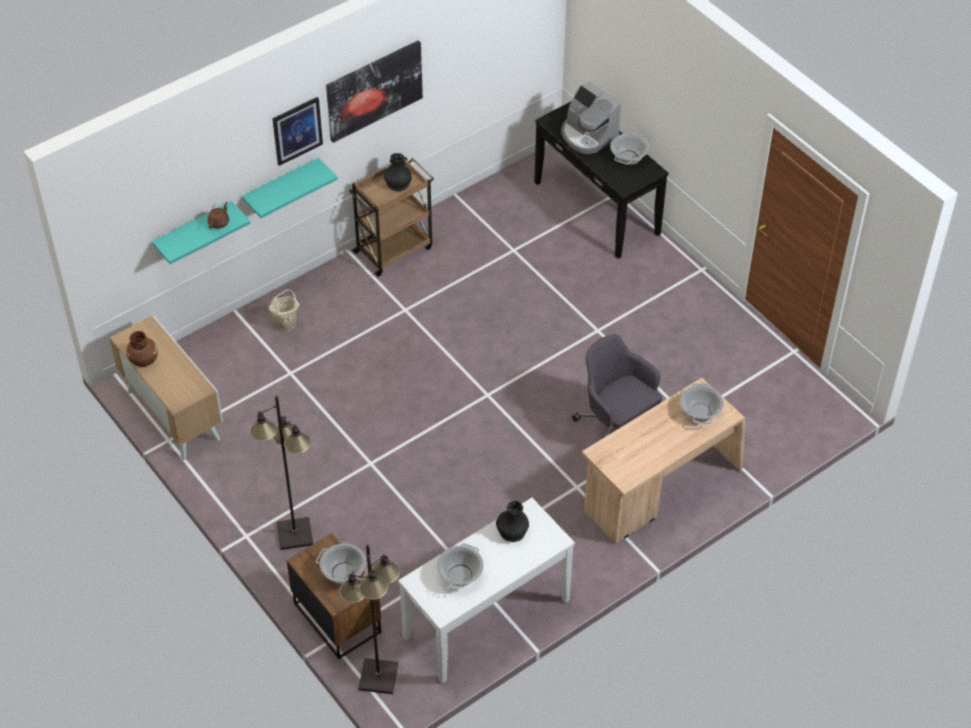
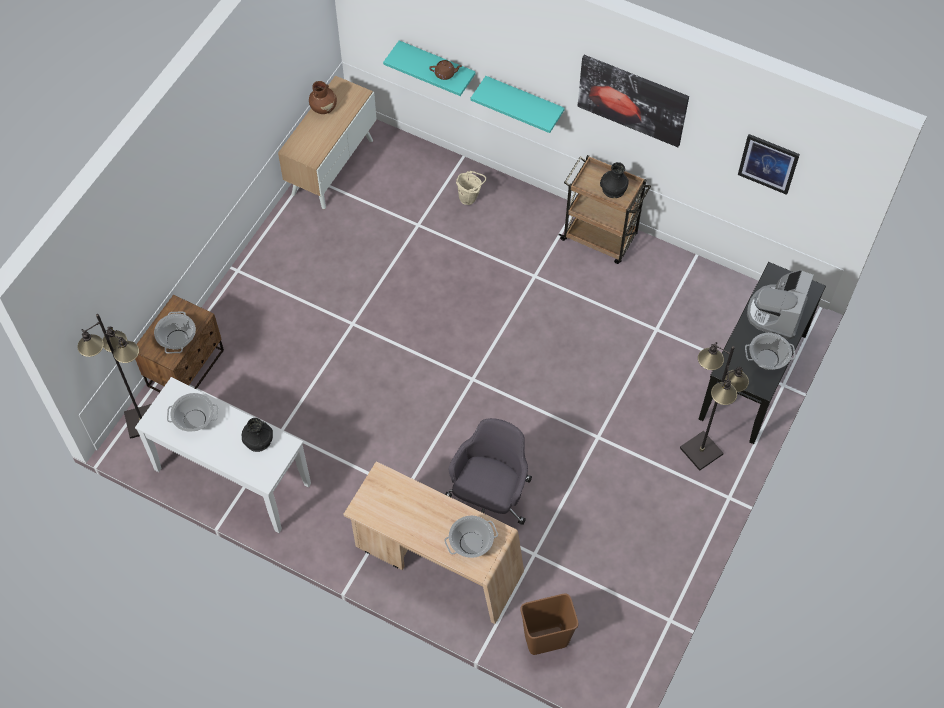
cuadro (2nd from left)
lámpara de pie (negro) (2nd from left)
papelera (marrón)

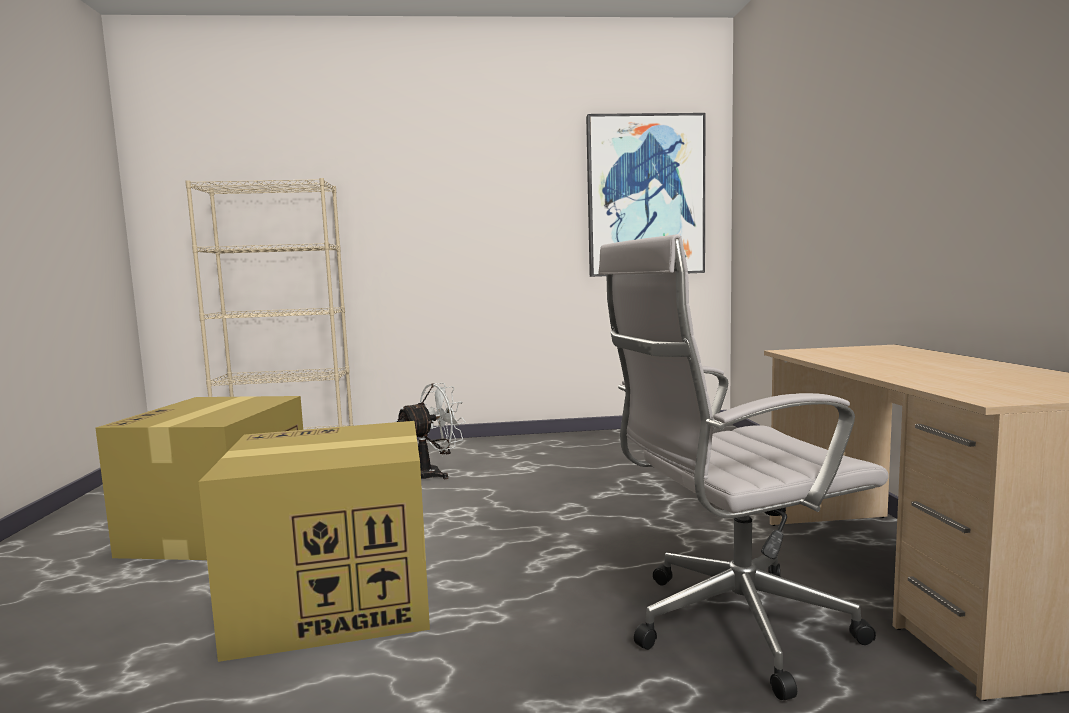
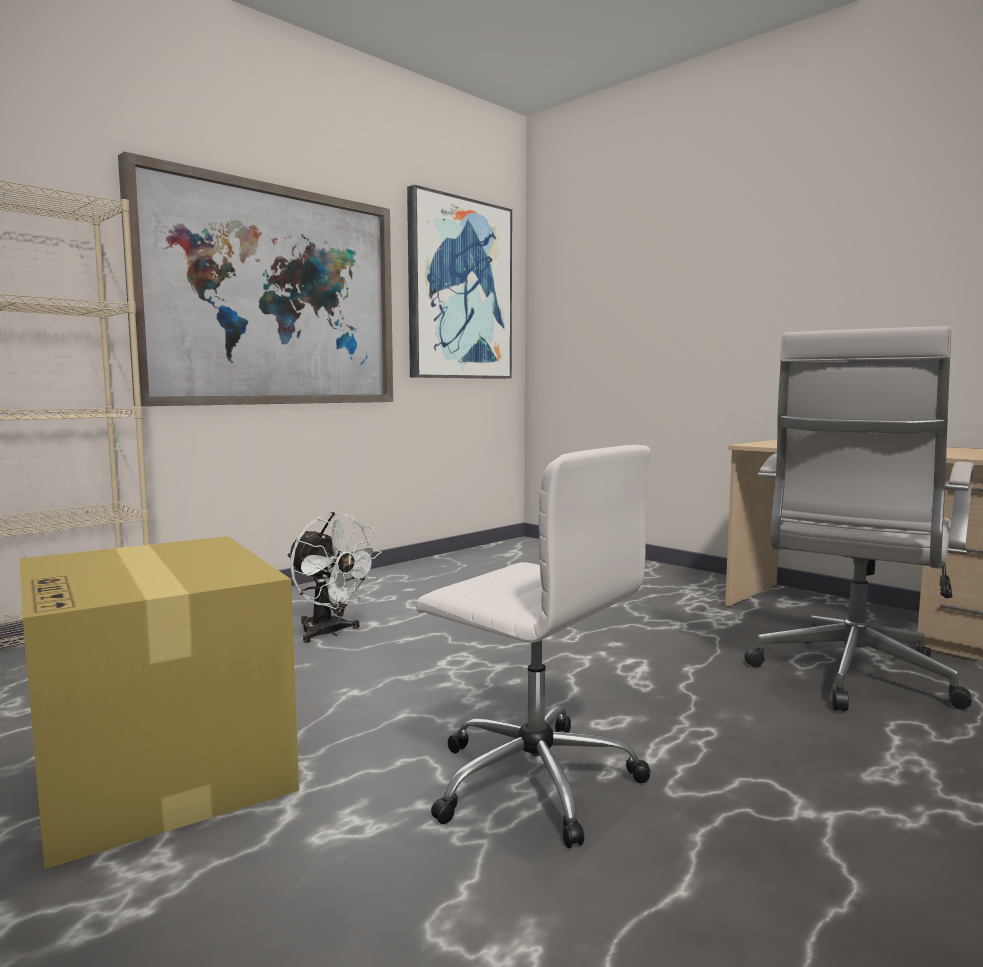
ventilador (blanco)
silla de oficina (blanco) (1st from left)
cuadro (1st from left)

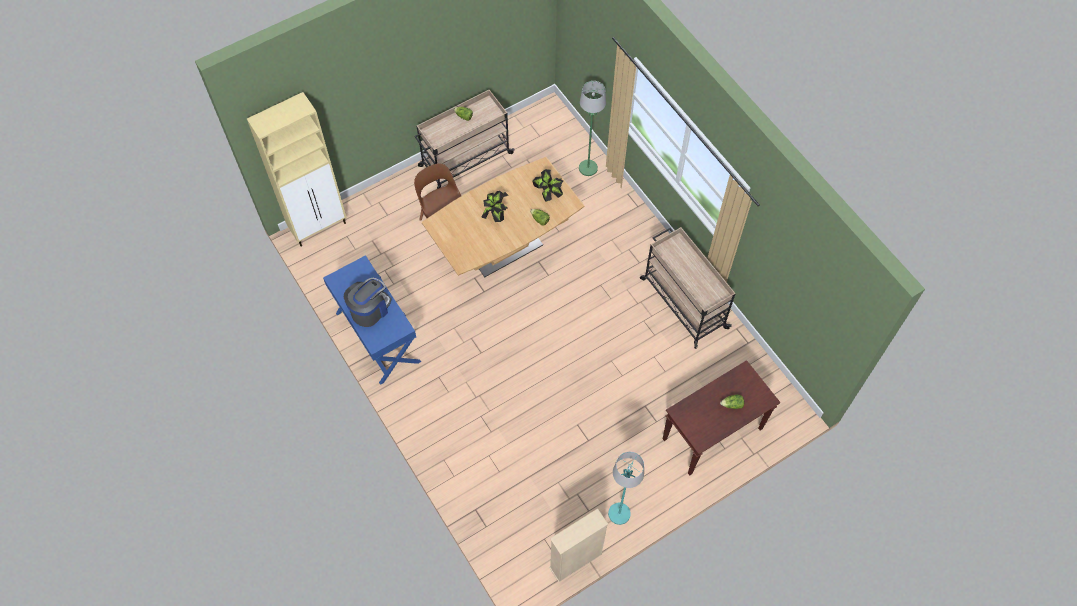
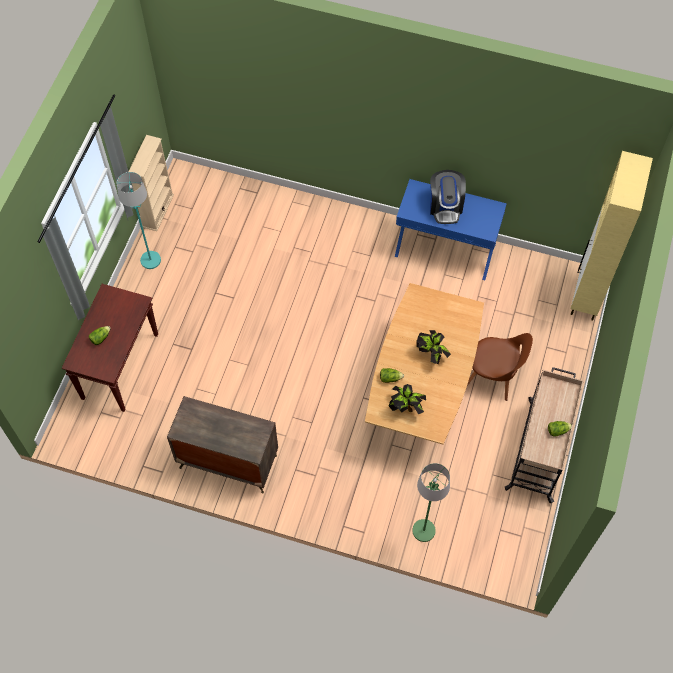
cómoda

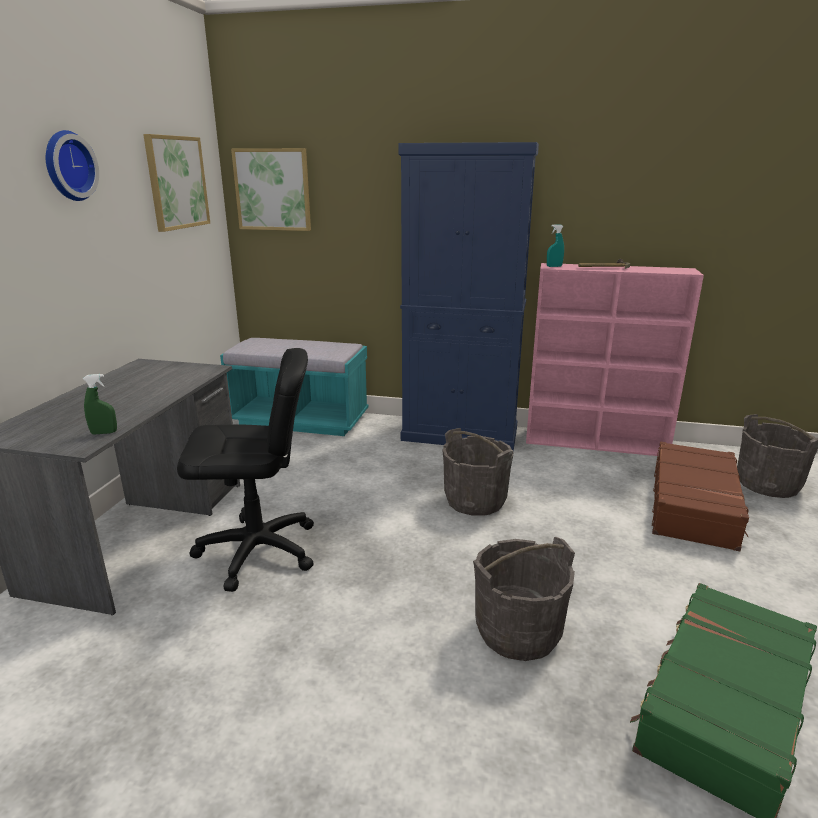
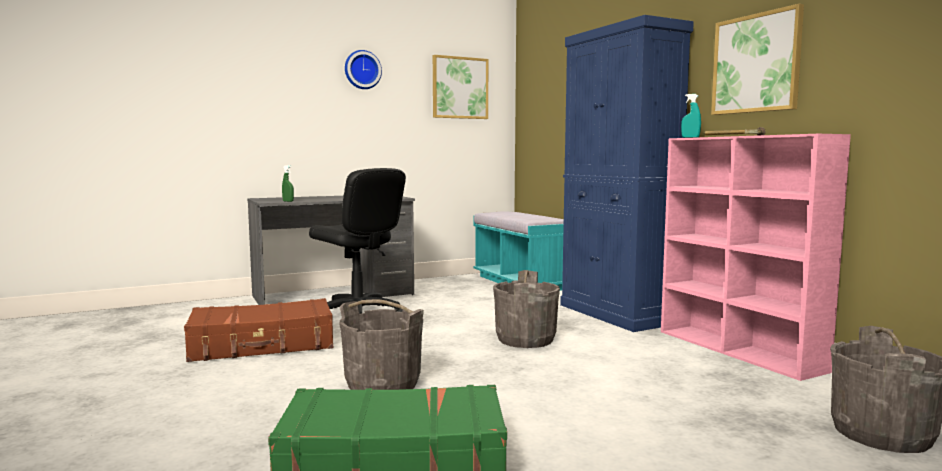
cuadro (2nd from left)
maleta (marrón)

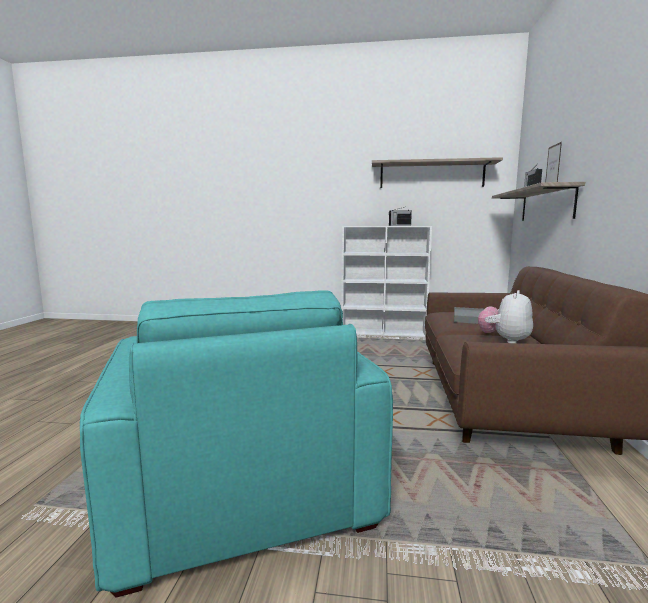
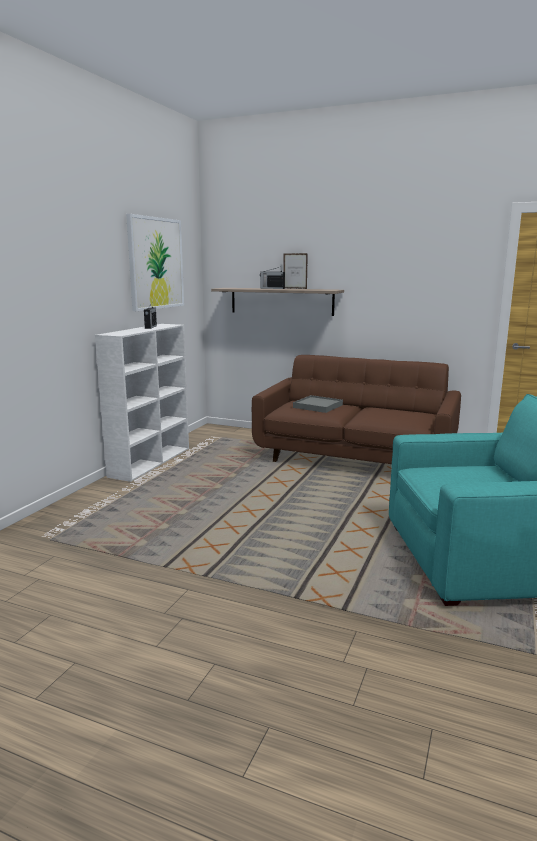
cuadro
peluche

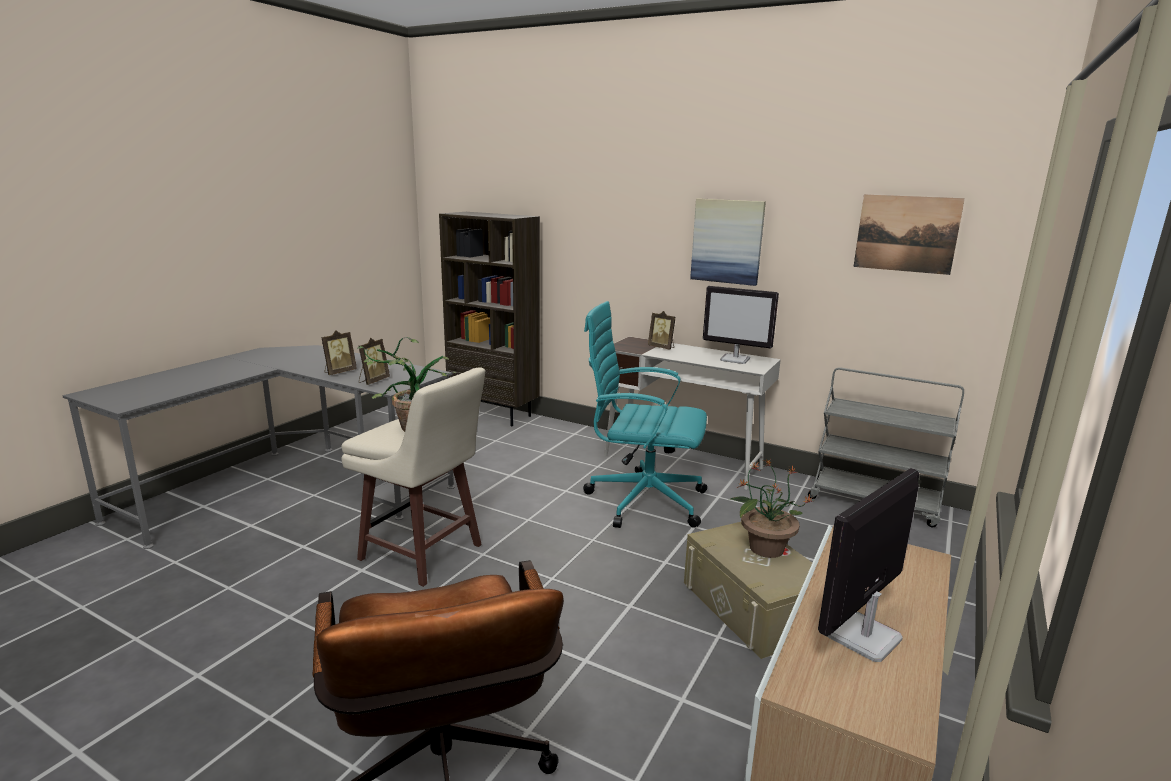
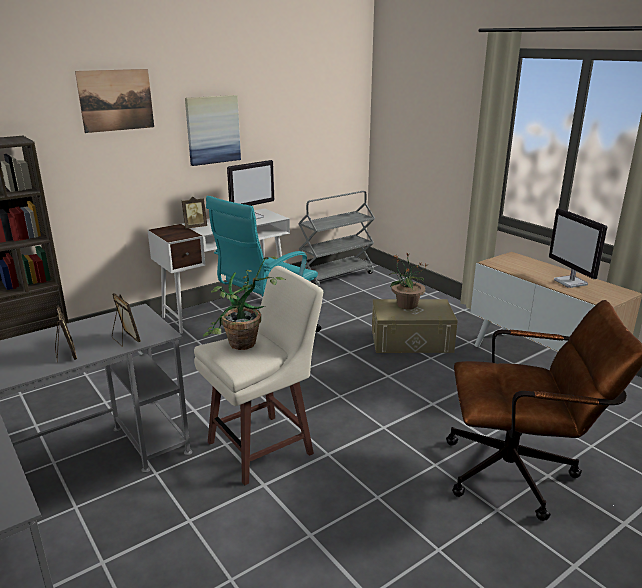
cuadro (1st from left)

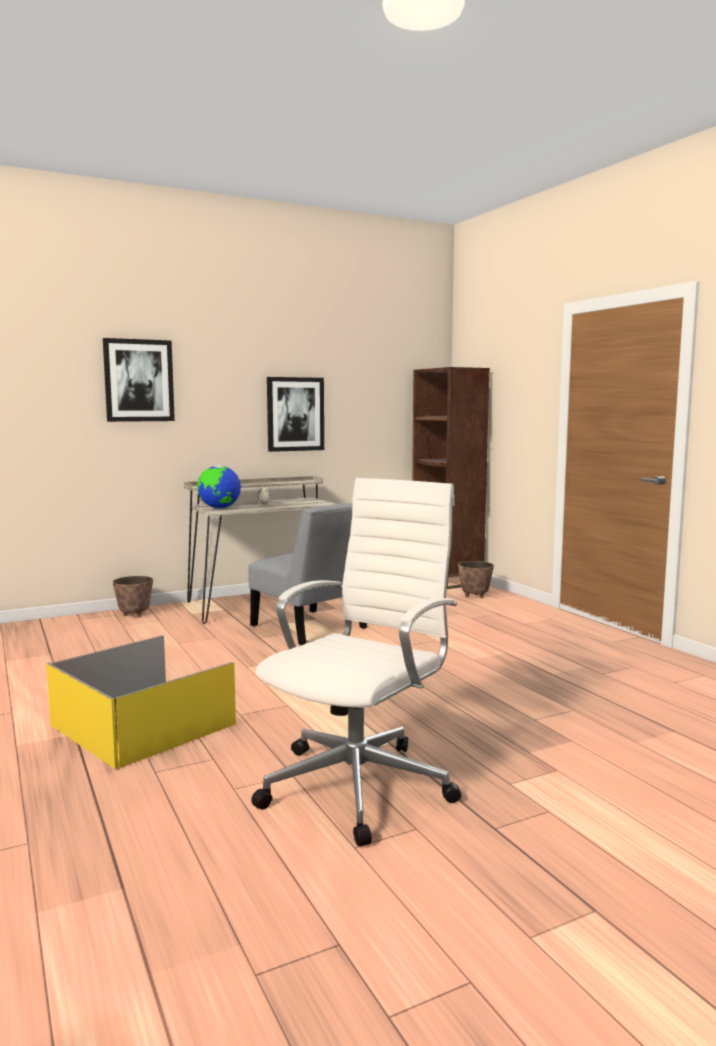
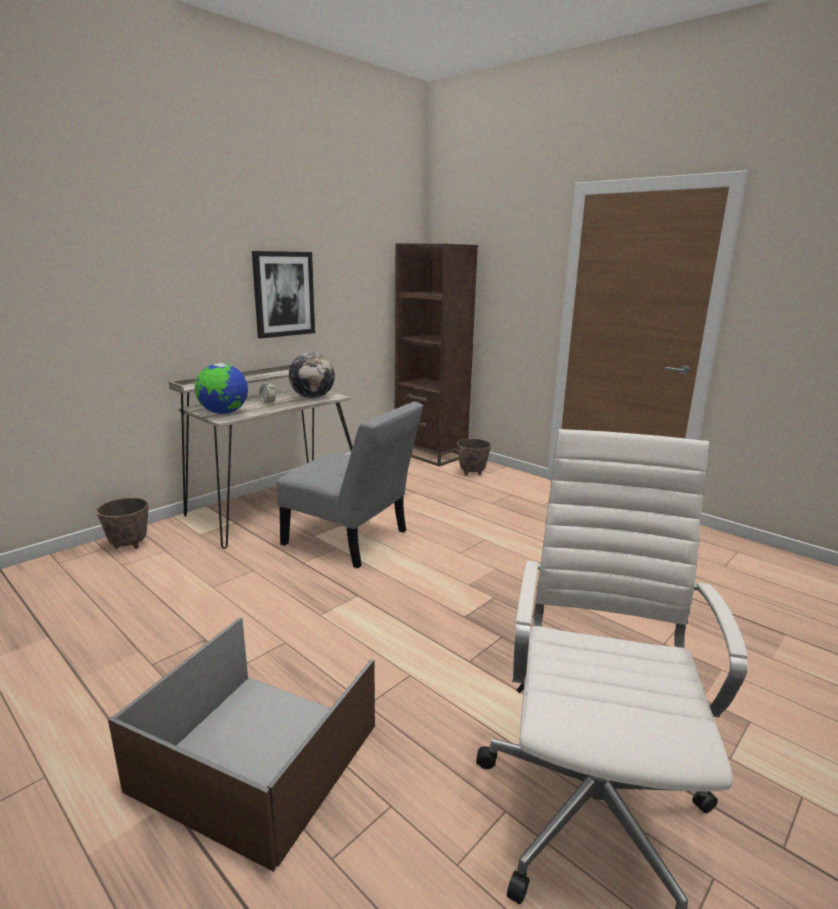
cuadro (1st from left in the first image)
caja de almacenaje (marrón)
globo terráqueo (2nd from left)

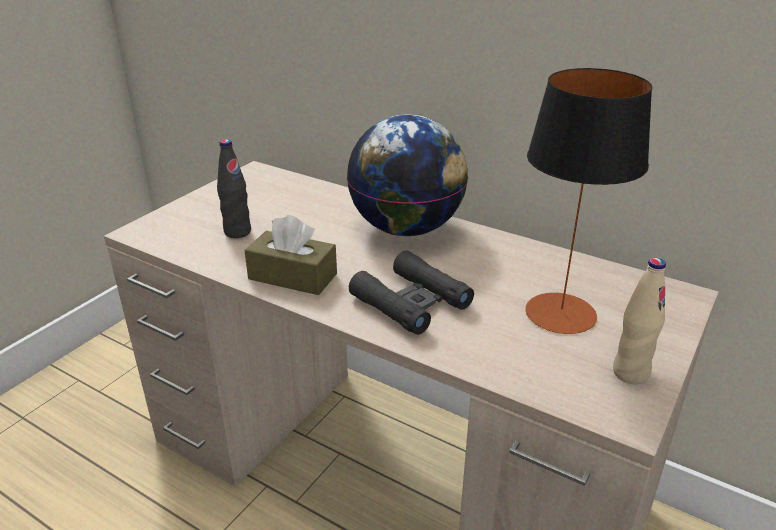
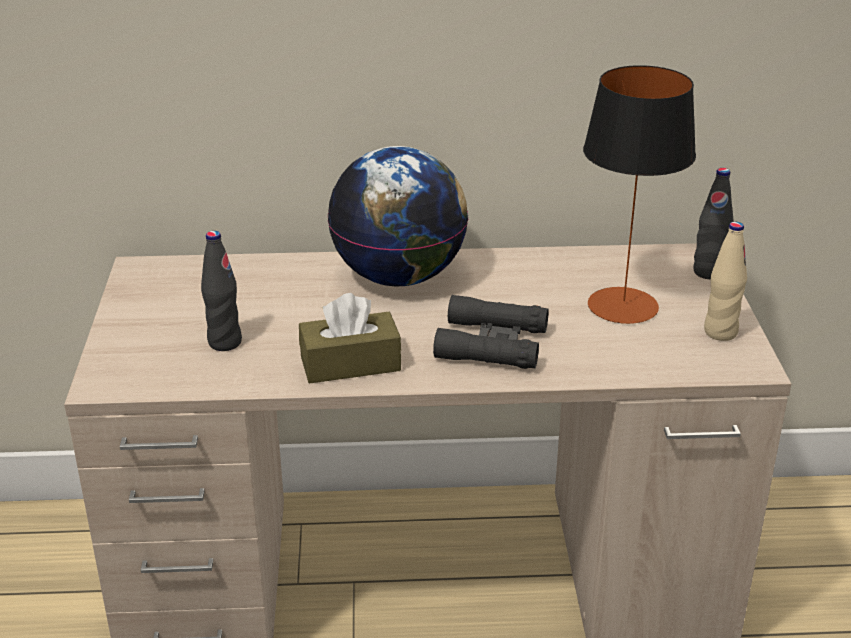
botella (negro) (2nd from left)

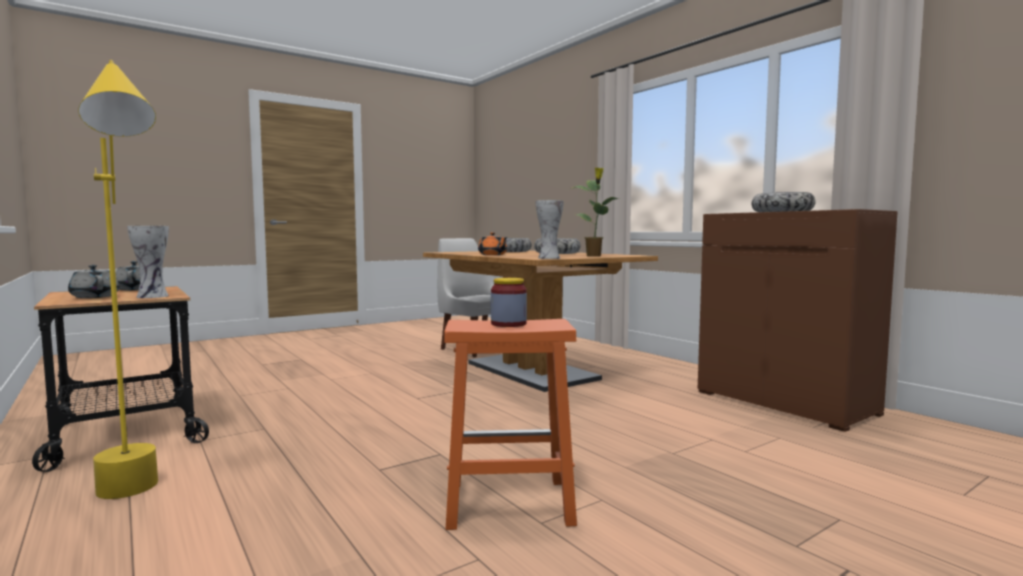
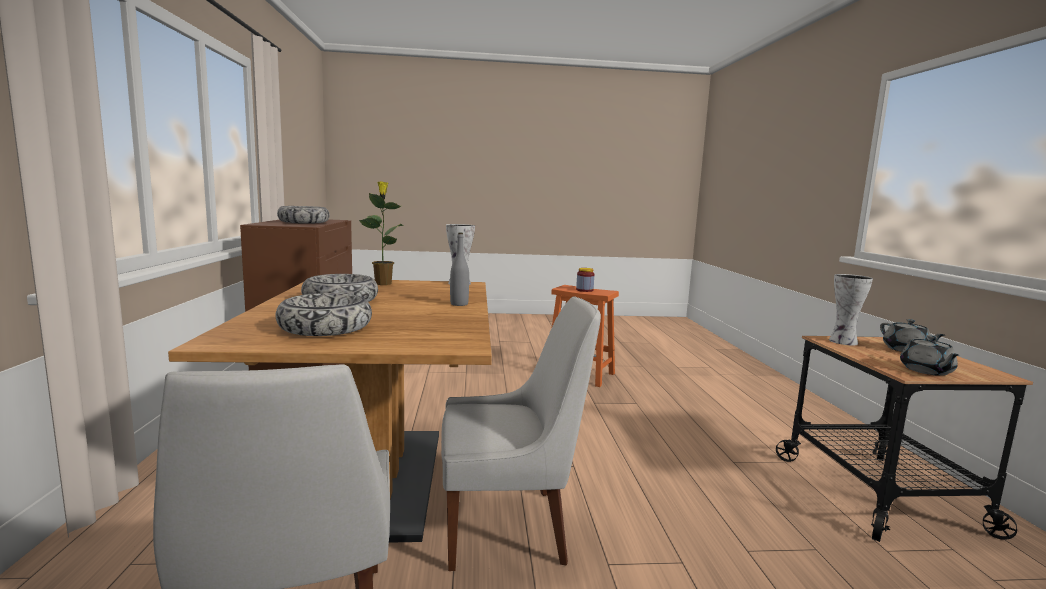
lámpara de pie (amarillo)
botella (gris)
silla (blanco) (2nd from left)

